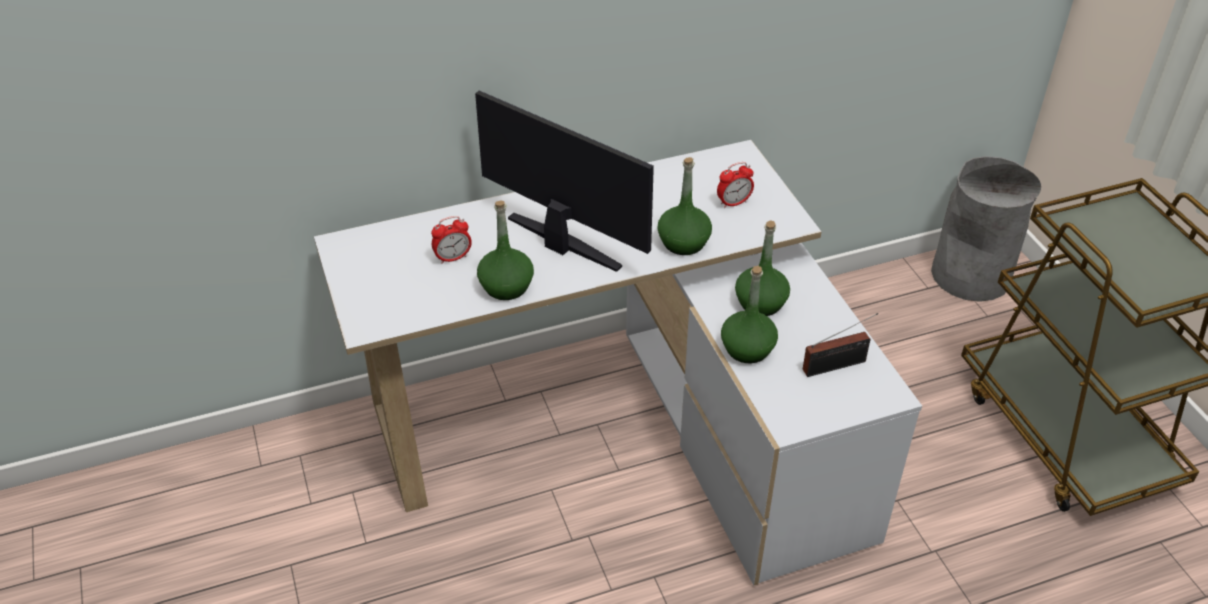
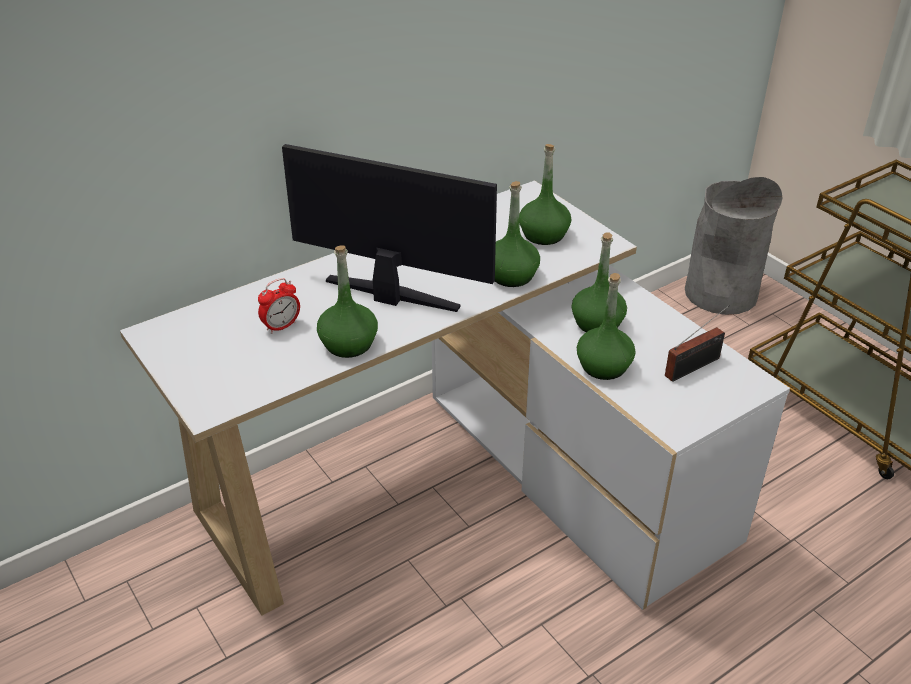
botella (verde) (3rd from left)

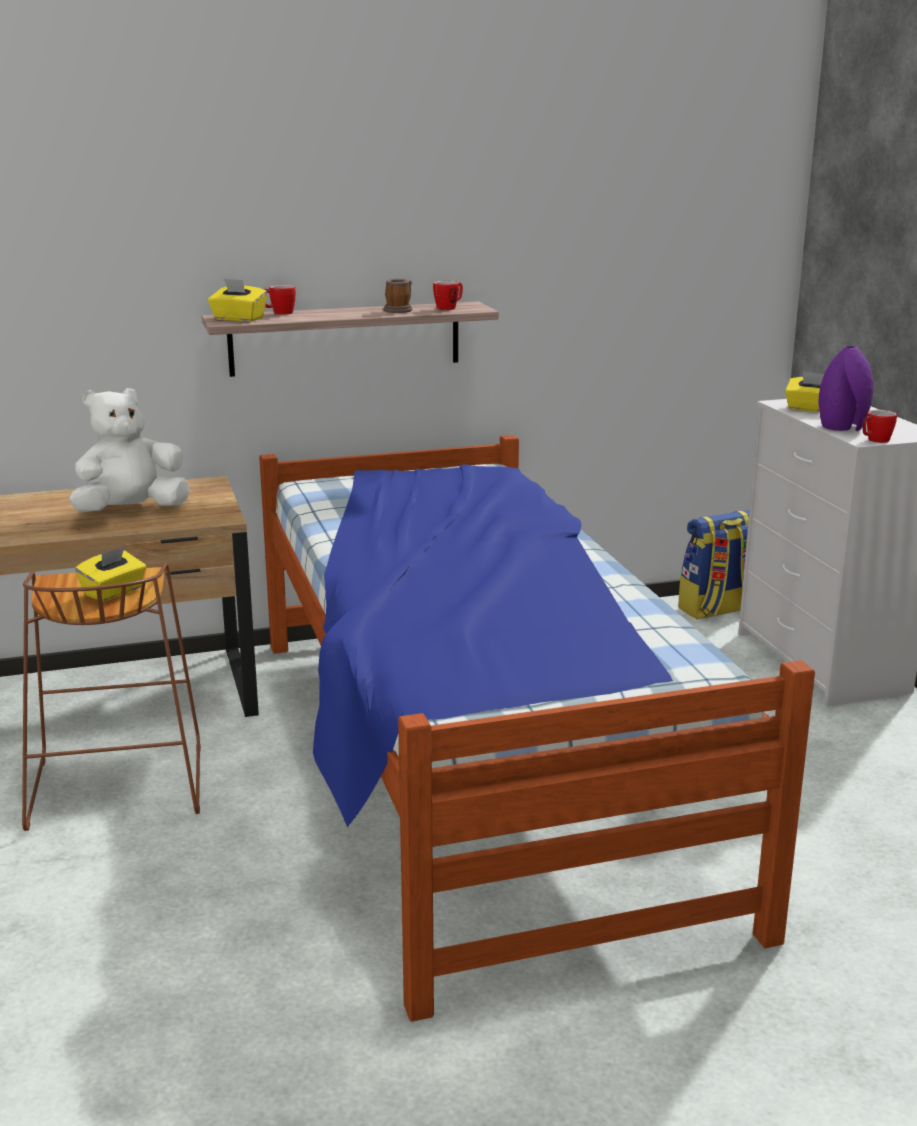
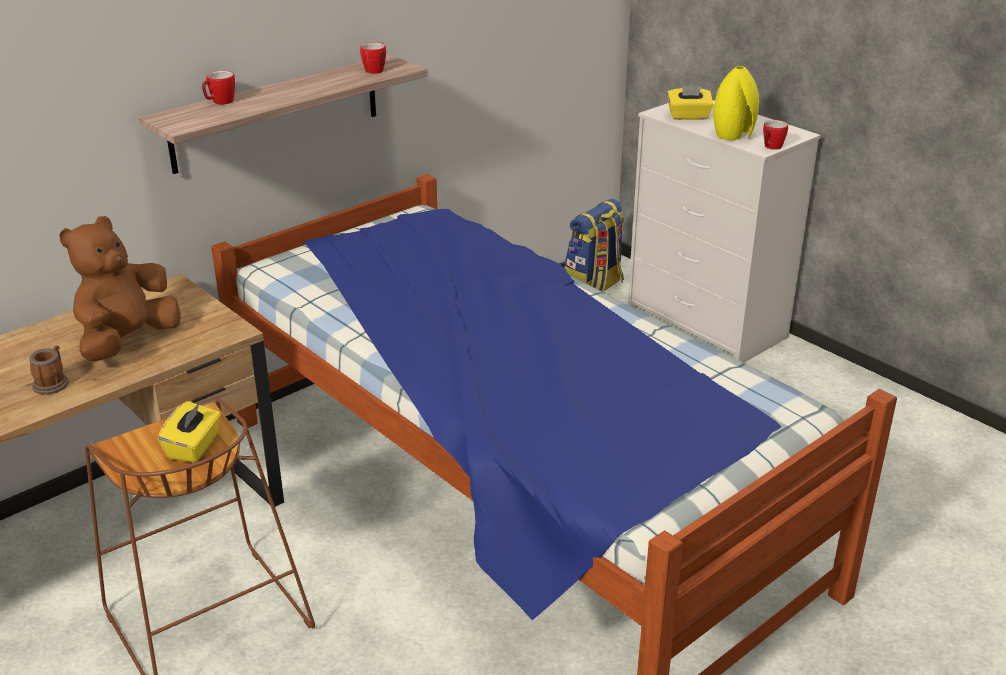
caja de pañuelos (amarillo) (2nd from left in the first image)
taza grande (1st from left)
florero (amarillo)
peluche (marrón)

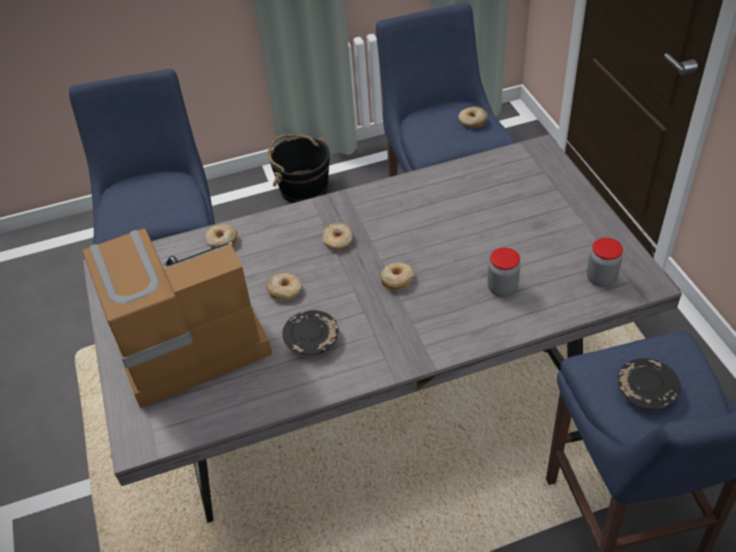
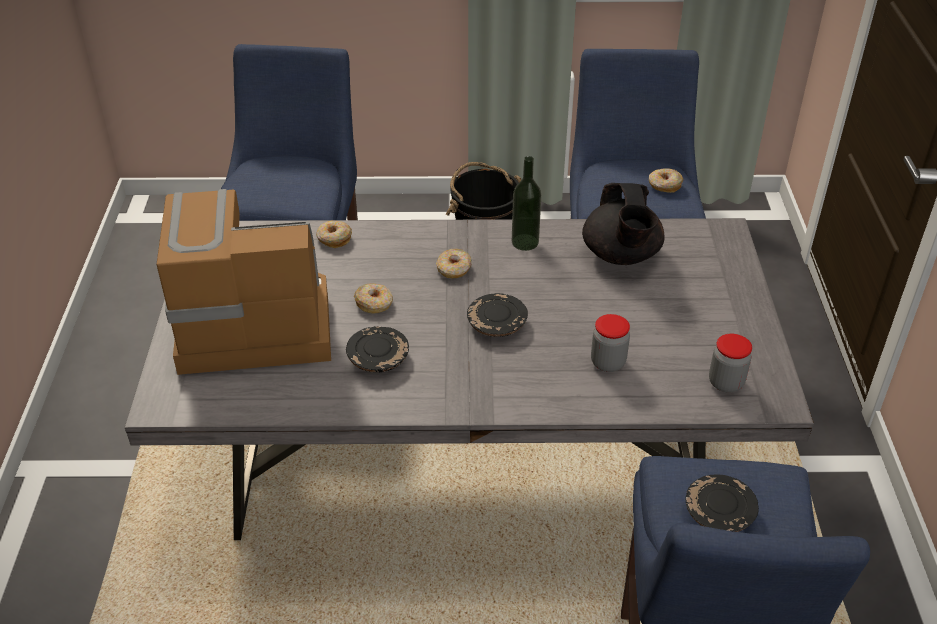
plato (negro) (2nd from left)
botella
tetera (negro)

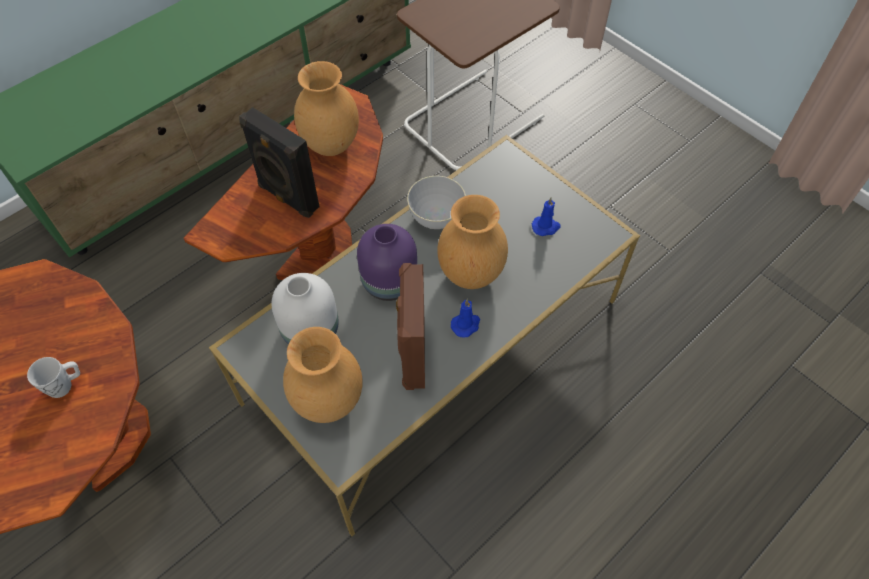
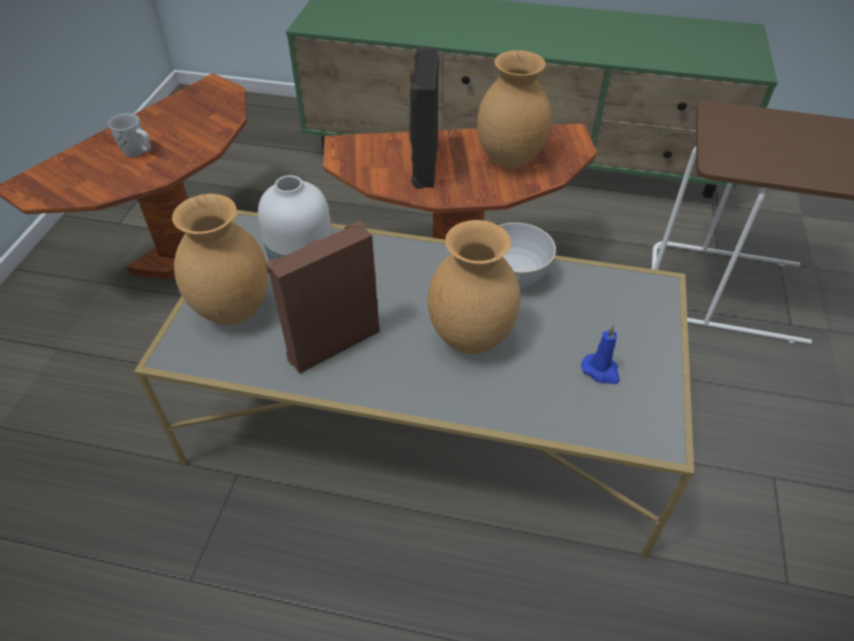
florero (morado)
vela (azul) (1st from left in the first image)

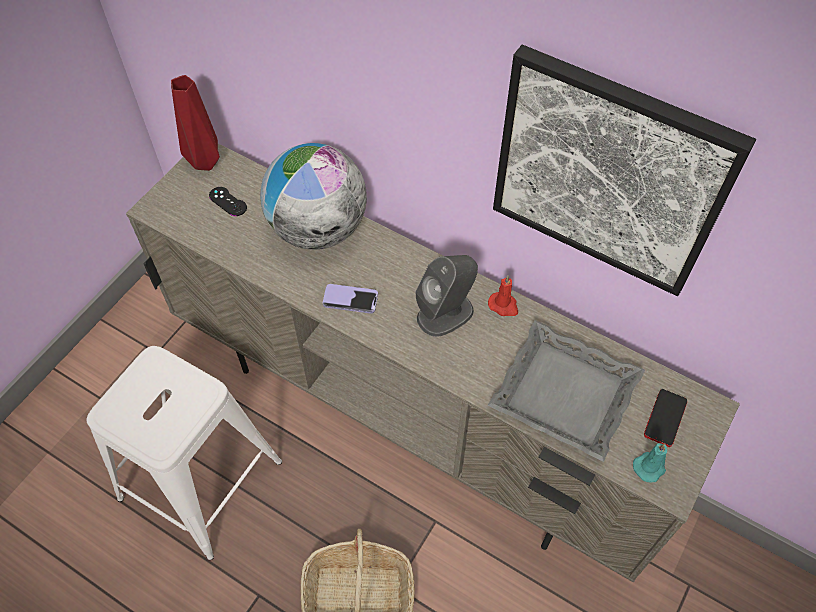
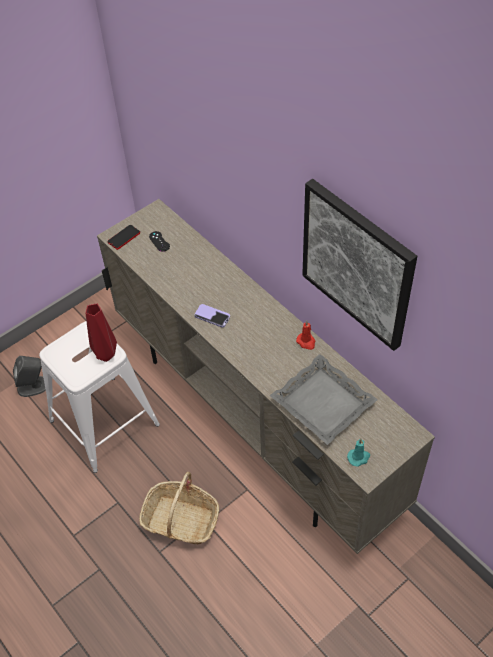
florero (rojo)
globo terráqueo
altavoz (gris)
móvil (1st from left)

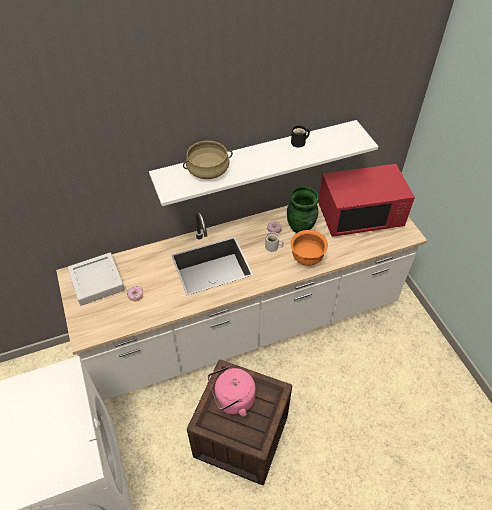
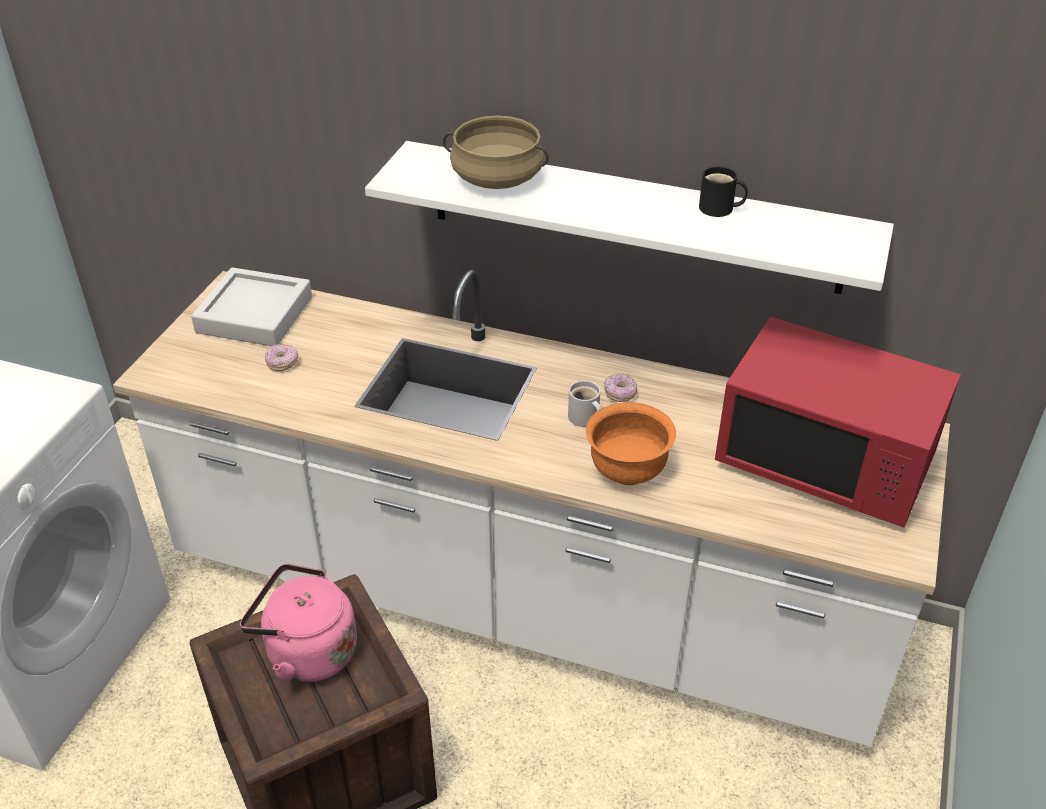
florero (verde)

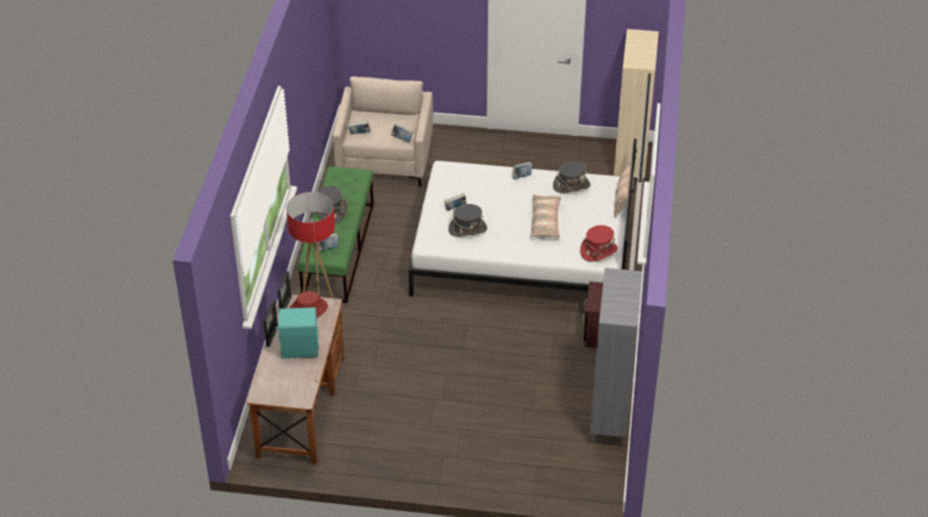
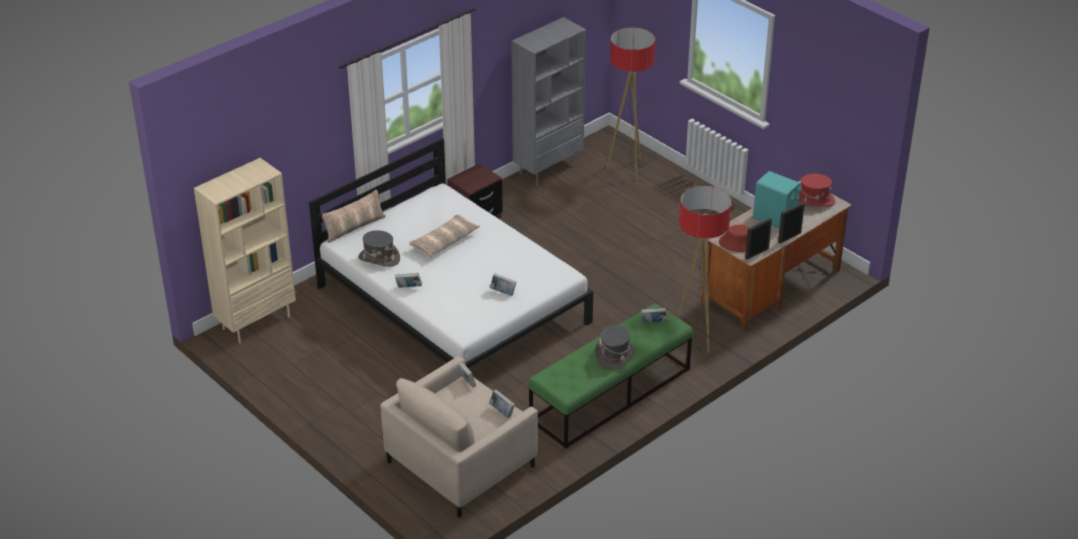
sombrero (gris) (2nd from left in the first image)
sombrero (rojo) (2nd from left)
lámpara de pie (1st from left)

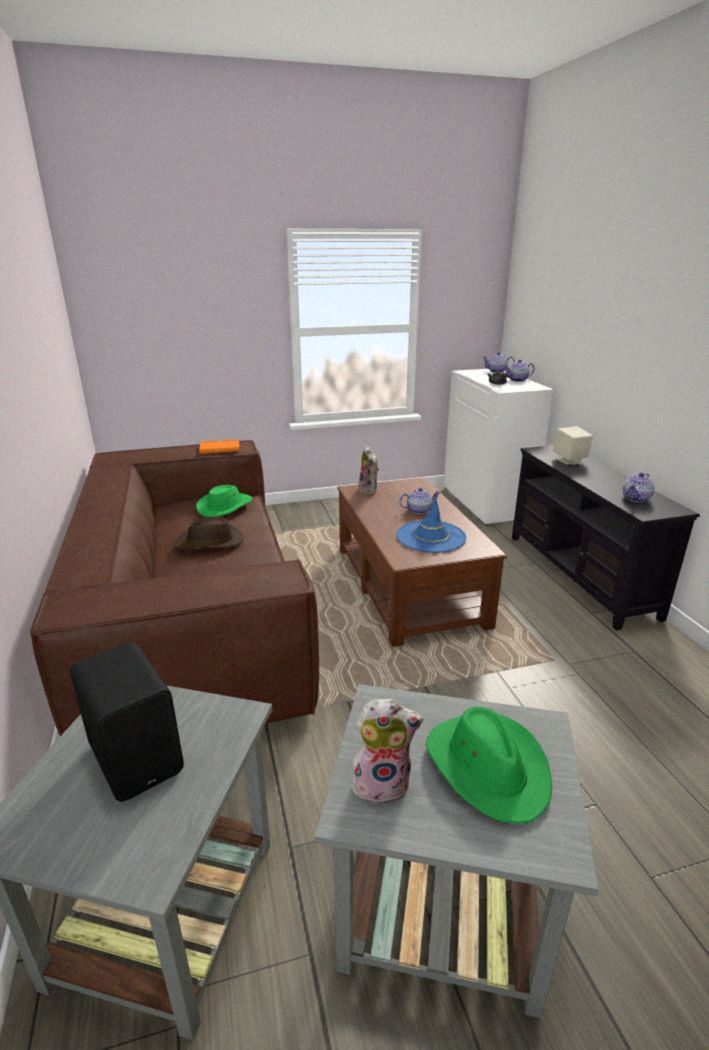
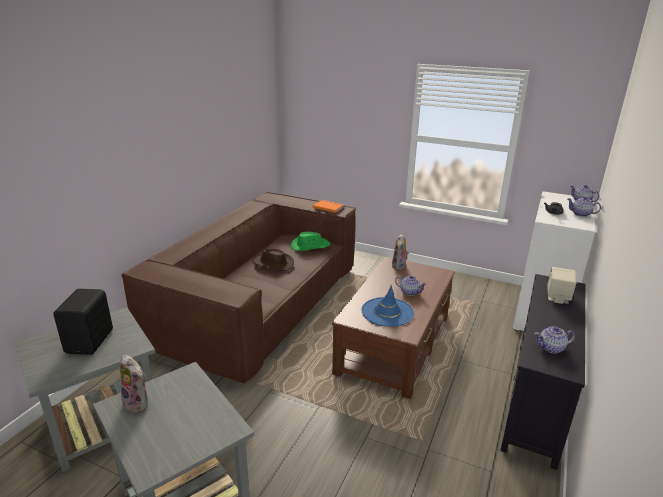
sombrero (verde) (2nd from left in the first image)

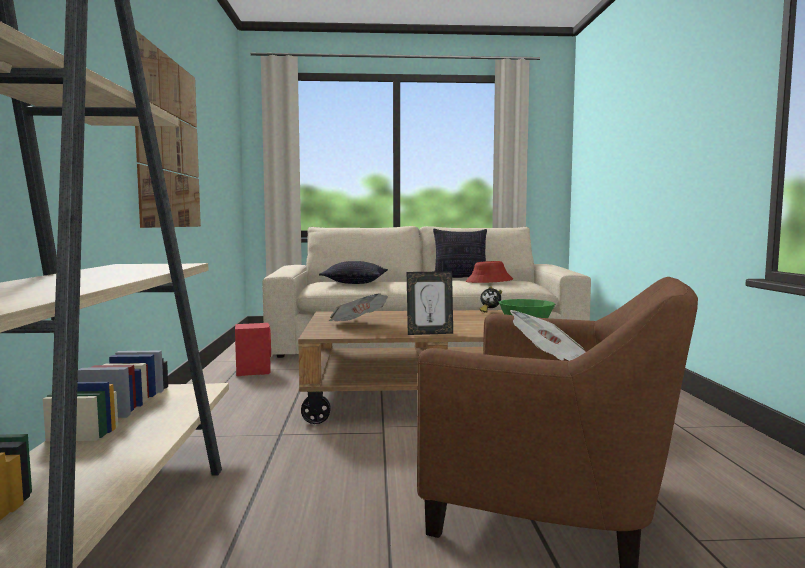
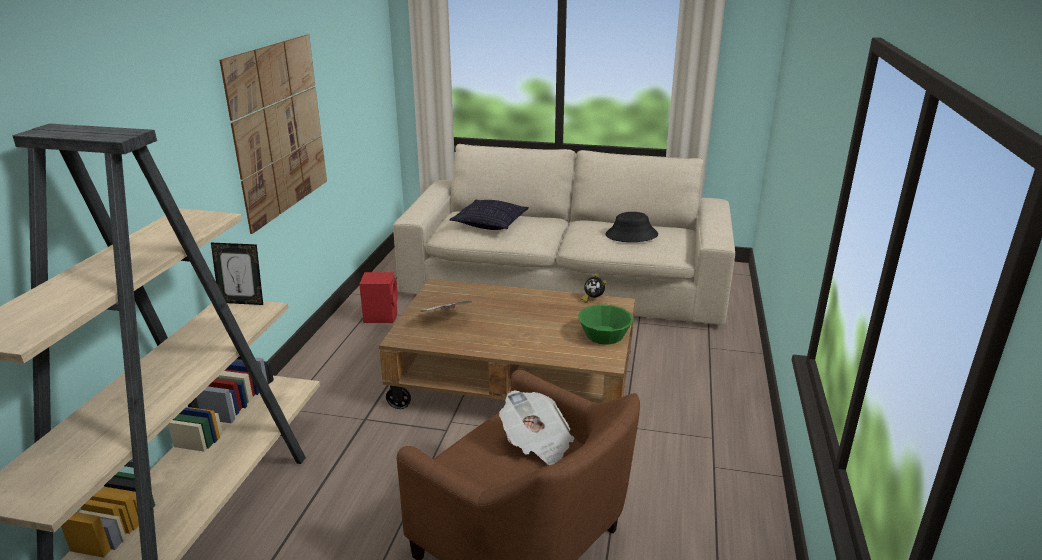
cojín (2nd from left in the first image)
sombrero (negro)
portarretratos

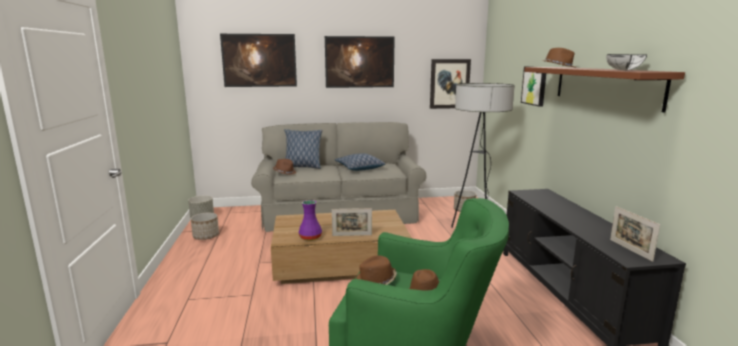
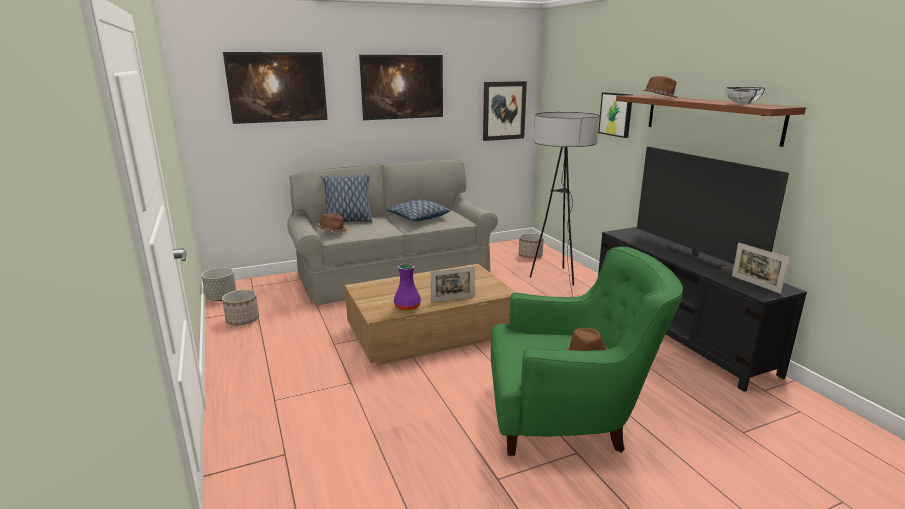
sombrero (marrón) (2nd from left in the first image)
televisor

